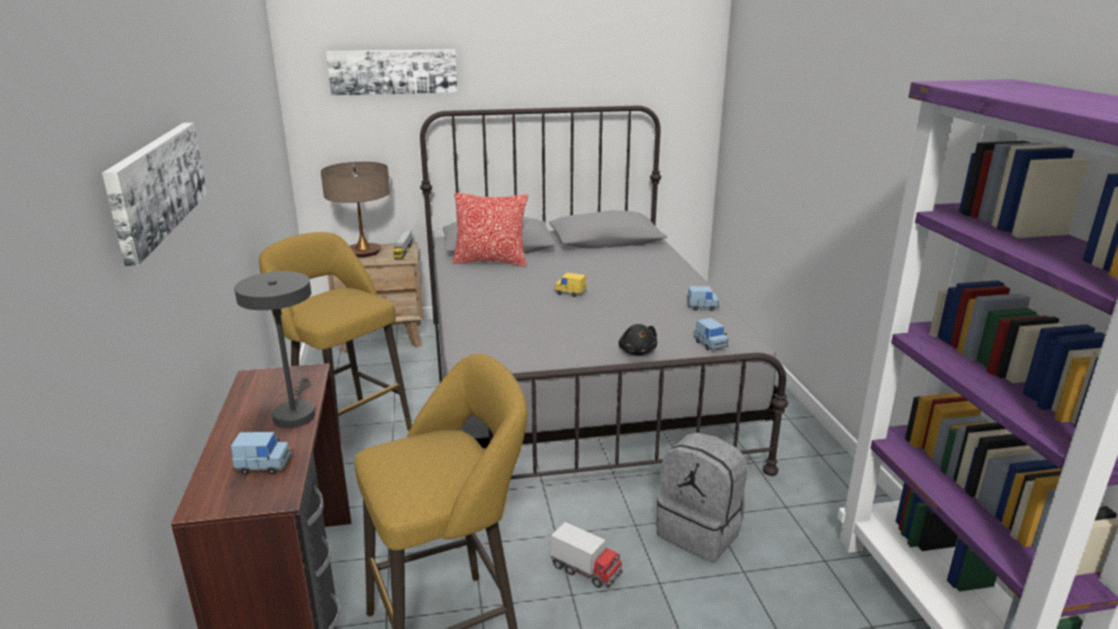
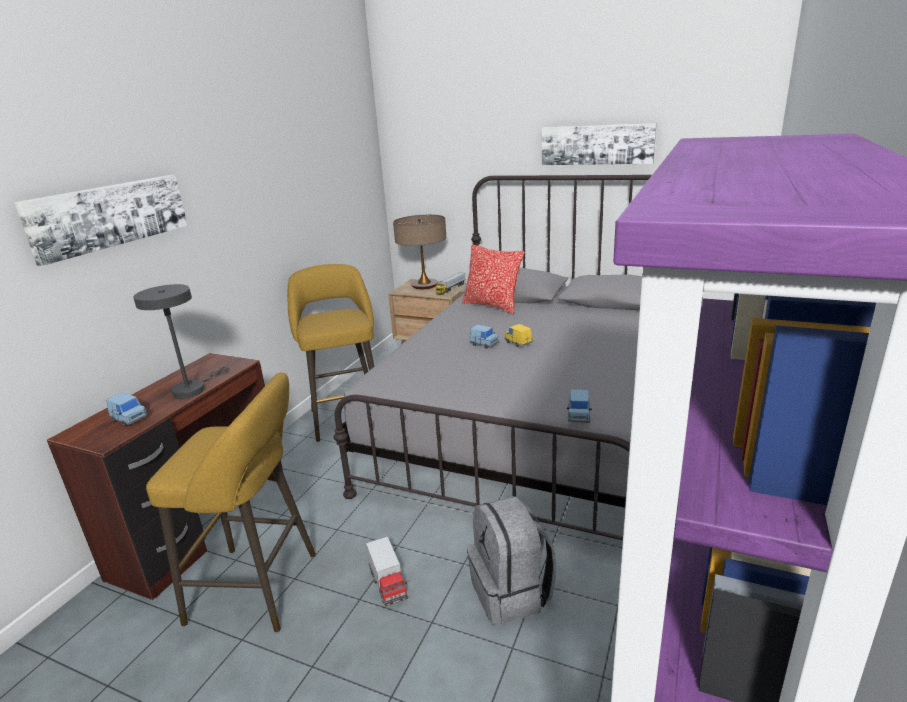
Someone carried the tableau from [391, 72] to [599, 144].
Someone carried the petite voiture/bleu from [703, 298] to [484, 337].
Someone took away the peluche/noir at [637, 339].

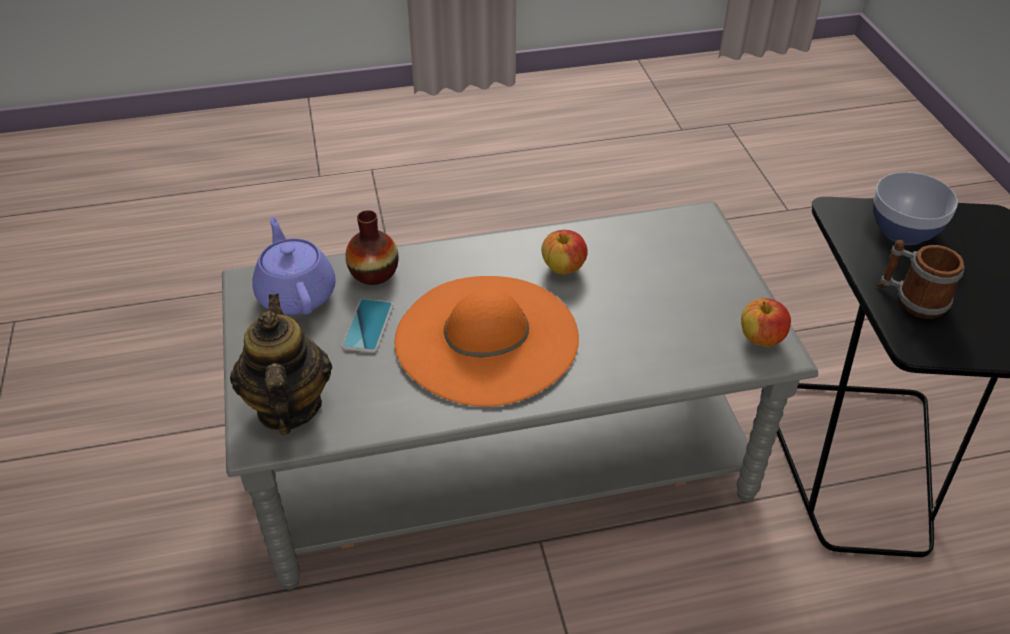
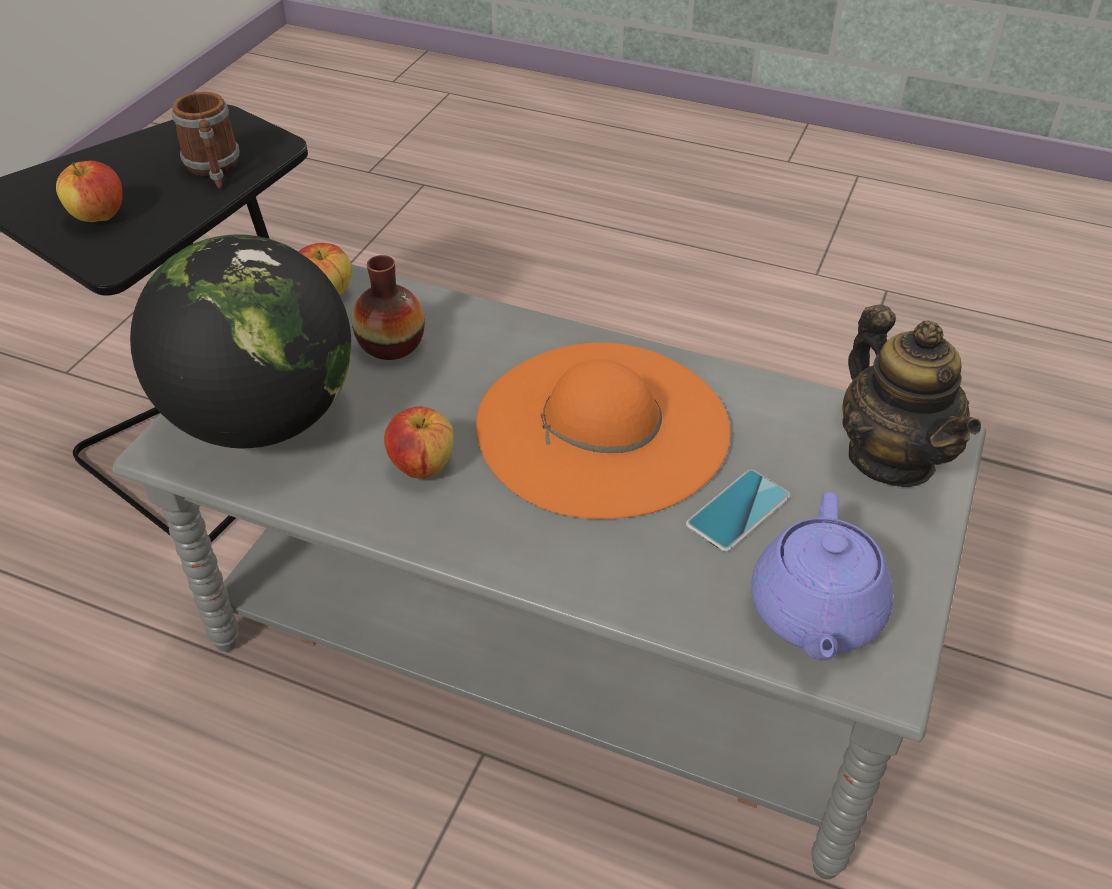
Someone swapped the bol at [915, 208] for the pomme at [89, 191].
Someone carried the vase from [372, 247] to [388, 307].
Someone rotated the théière at [281, 364] by 45 degrees counterclockwise.
Someone put down the globe at [241, 341].

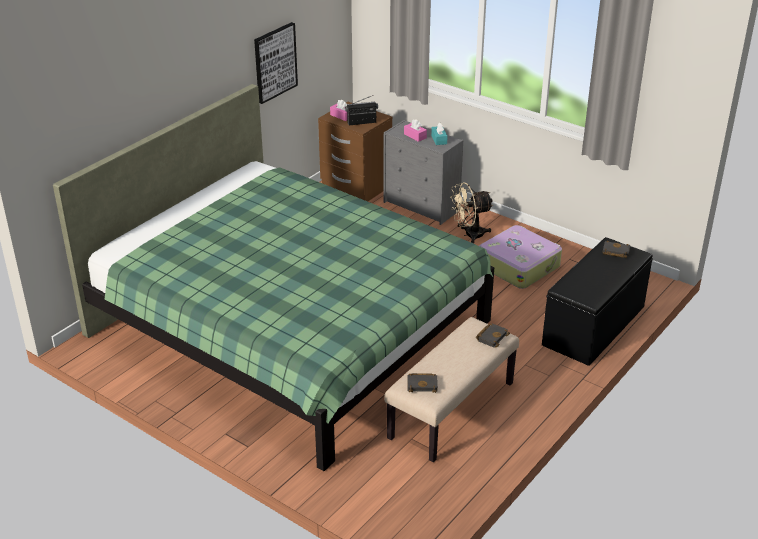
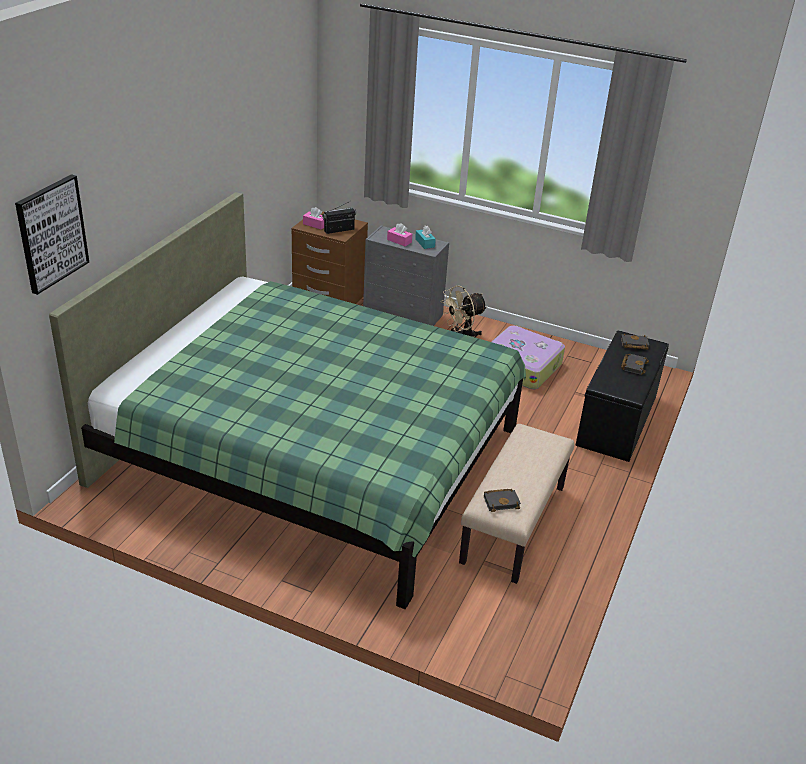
Someone carried the tableau from [276, 63] to [52, 234].
Someone carried the livre/noir from [493, 335] to [635, 364].

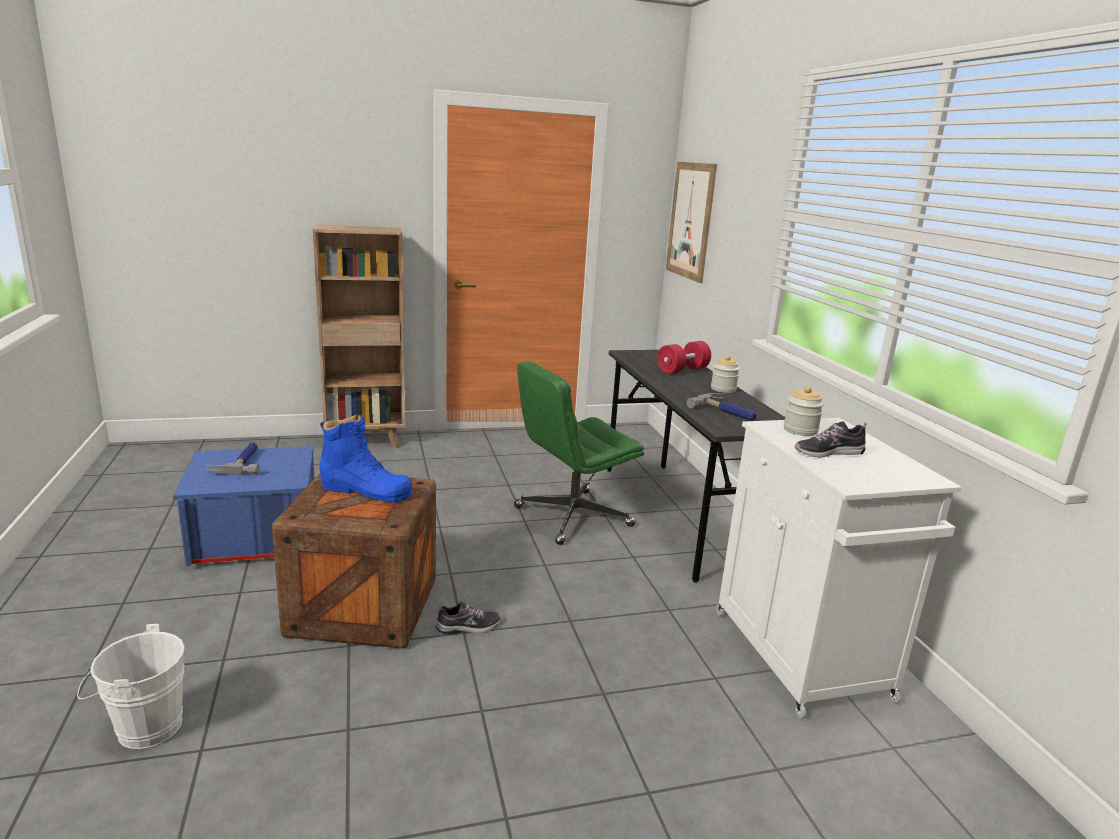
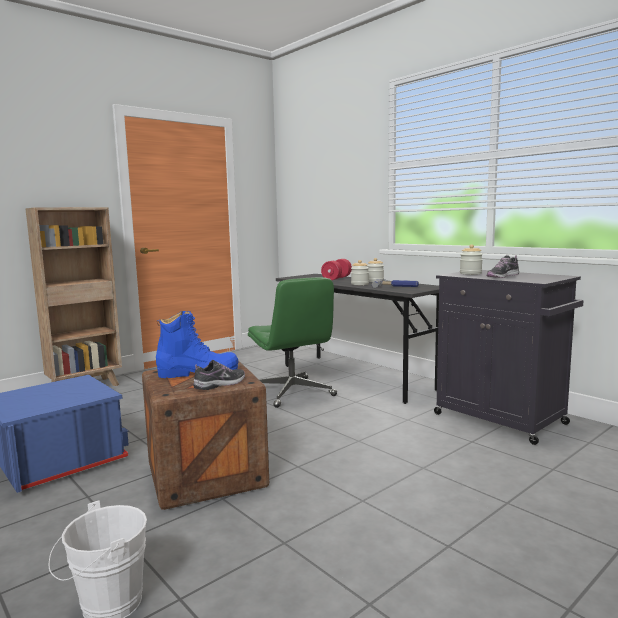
Someone took away the tableau at [691, 222].
Someone rotated the chaise de bureau/vert at [579, 453] by 60 degrees counterclockwise.
Someone repainted the meuble de rangement/blanc at [839, 568], which became the meuble de rangement/noir at [509, 357].
Someone took away the marteau at [232, 459].
Someone carried the chaussure from [468, 618] to [219, 375].
Someone put down the bocal at [360, 272].

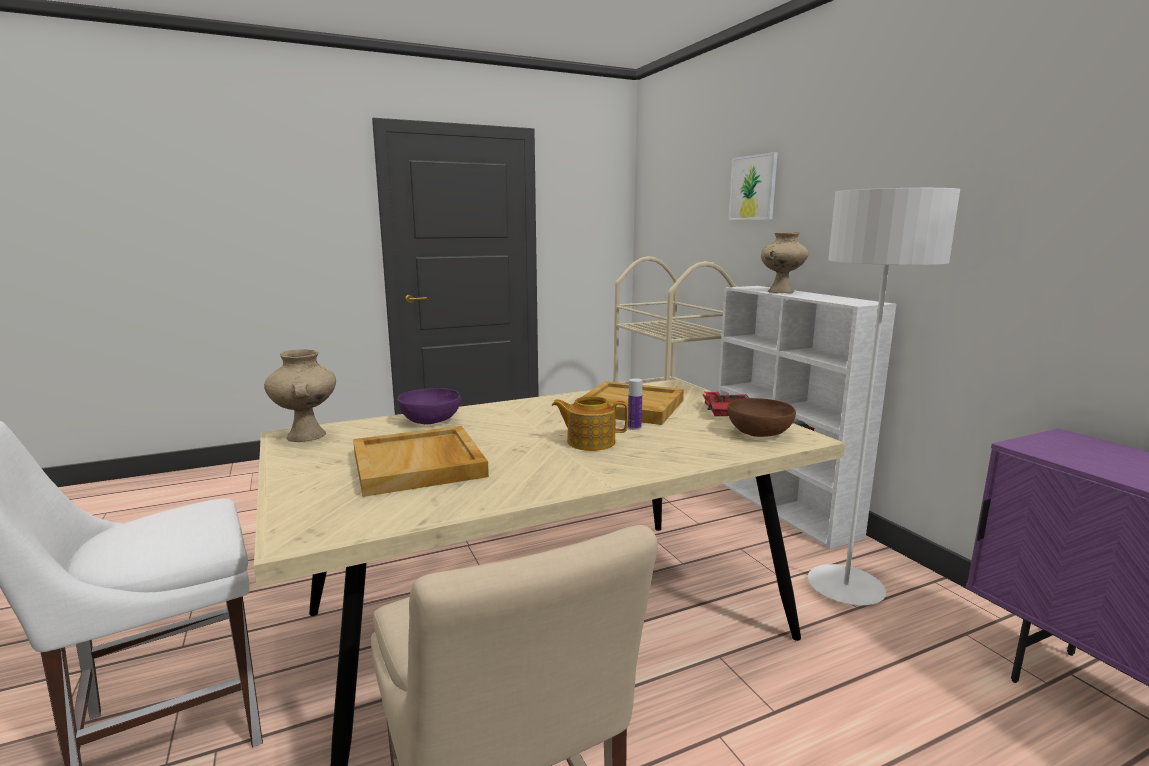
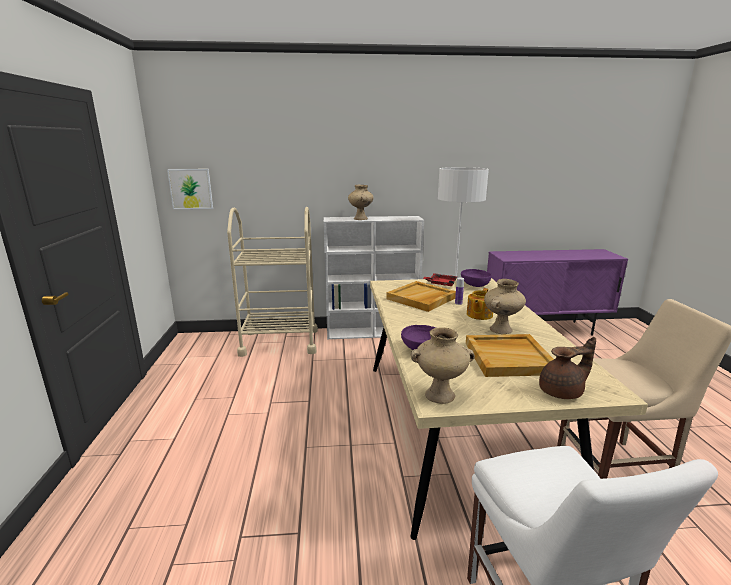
Someone carried the tableau from [753, 186] to [190, 189].
Someone repainted the bol/marron at [761, 417], which became the bol/violet at [476, 278].
Someone put down the vase/beige at [505, 306].
Someone put down the théière/marron at [567, 368].

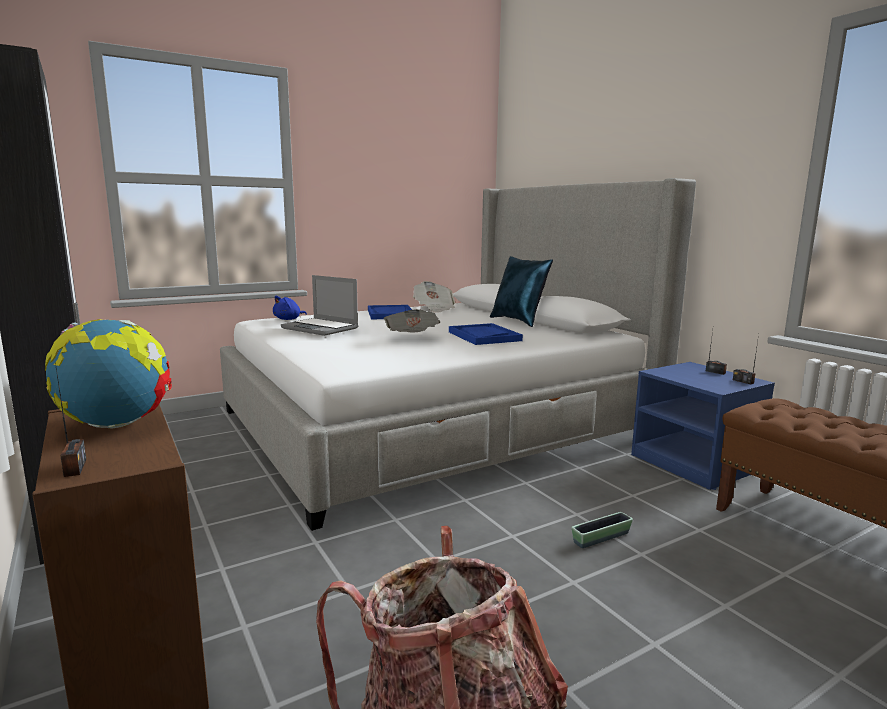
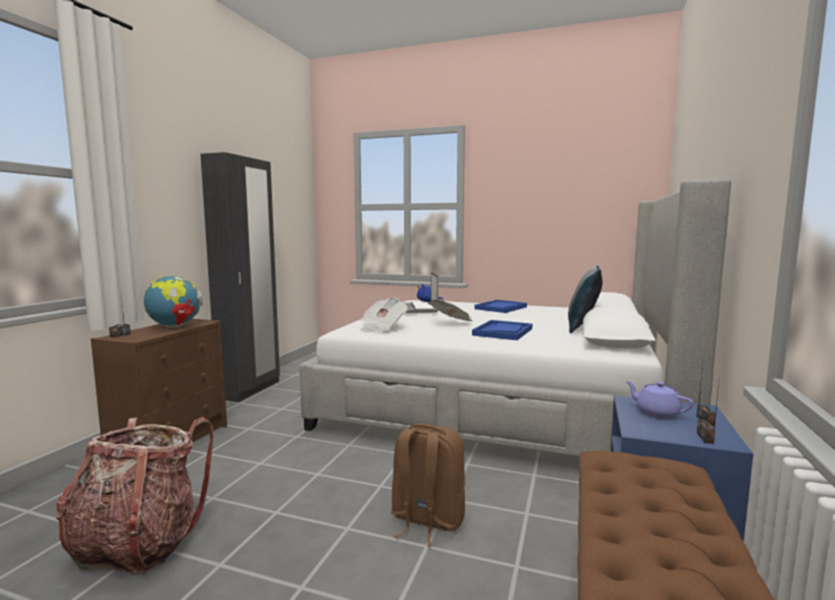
Someone carried the journal from [434, 297] to [384, 315].
Someone swapped the cache-pot at [602, 530] for the sac à dos/marron at [428, 485].
Someone put down the théière/violet at [659, 399].

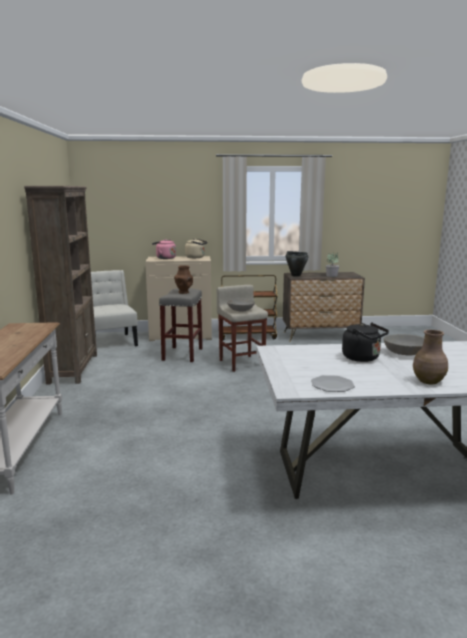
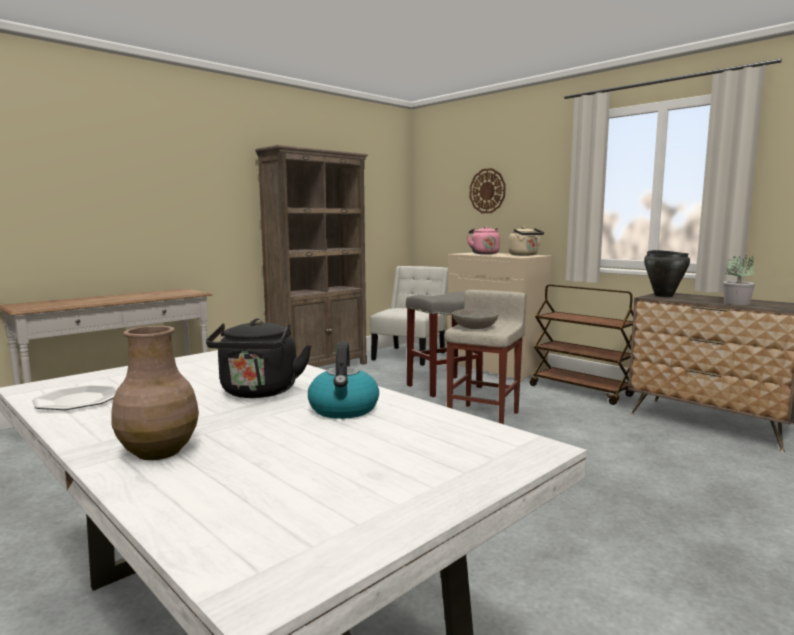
Someone took away the vase/marron at [183, 279].
Someone swapped the bol/gris at [404, 345] for the bouilloire at [343, 380].
Someone put up the horloge murale at [488, 190].

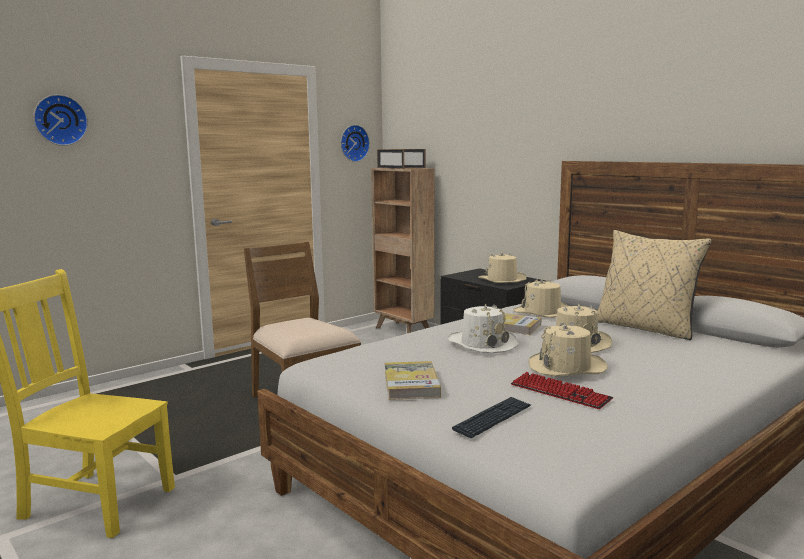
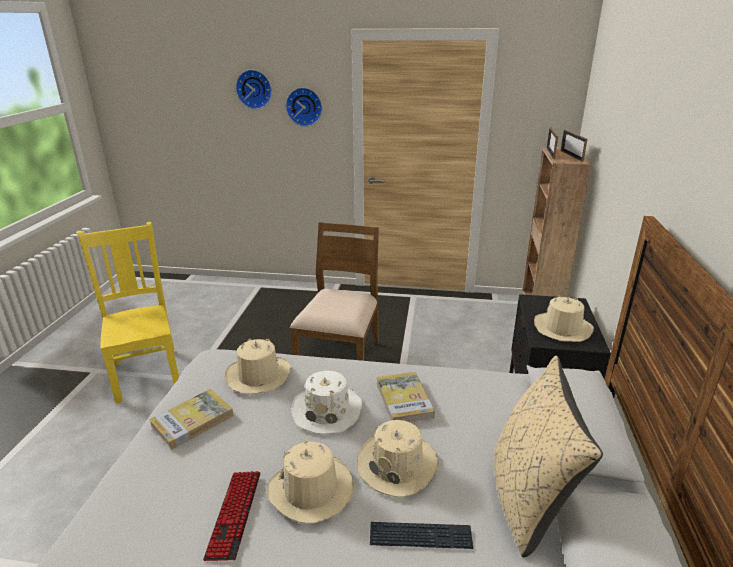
Someone carried the horloge murale from [355, 143] to [304, 107].
Someone carried the chapeau/beige from [540, 298] to [258, 366].
Someone carried the clavier from [491, 417] to [421, 535].

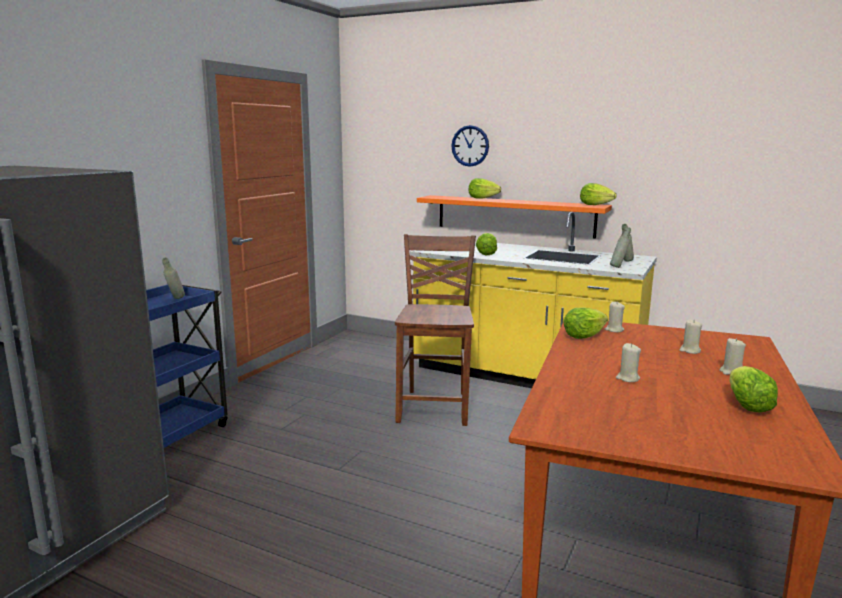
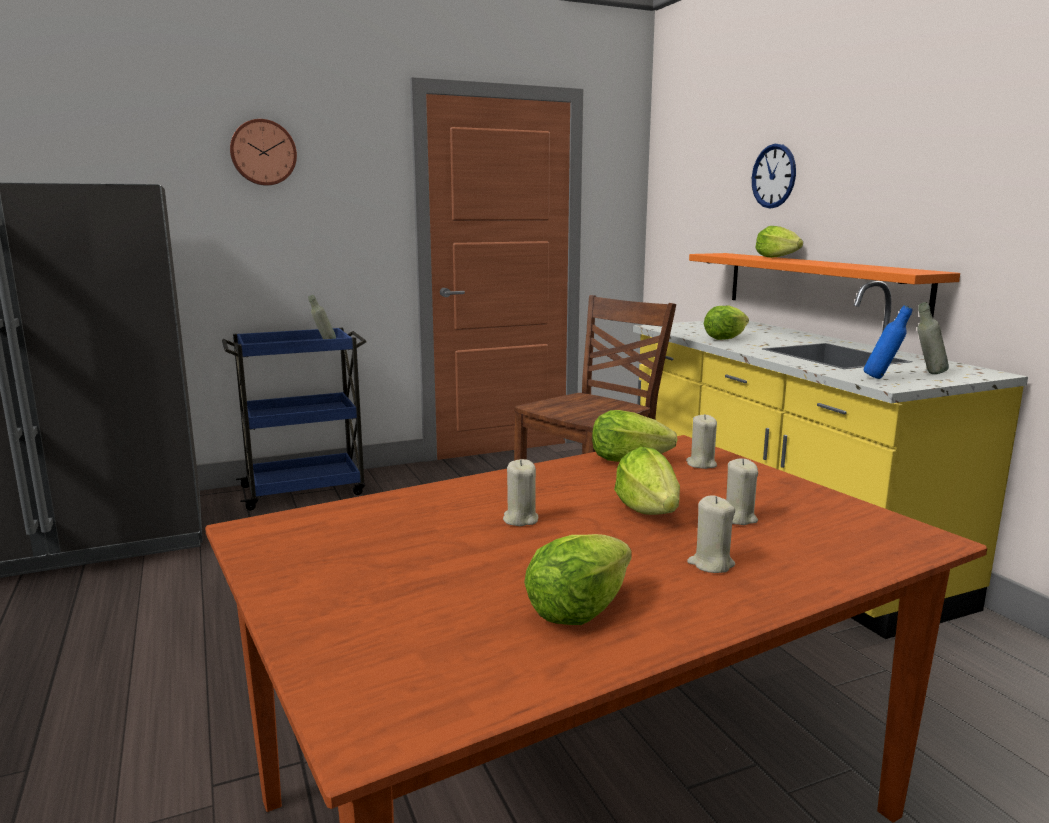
Someone carried the laitue from [598, 194] to [647, 481].
Someone repainted the bouteille/gris at [620, 247], which became the bouteille/bleu at [888, 342].
Someone put up the horloge murale at [263, 152].

